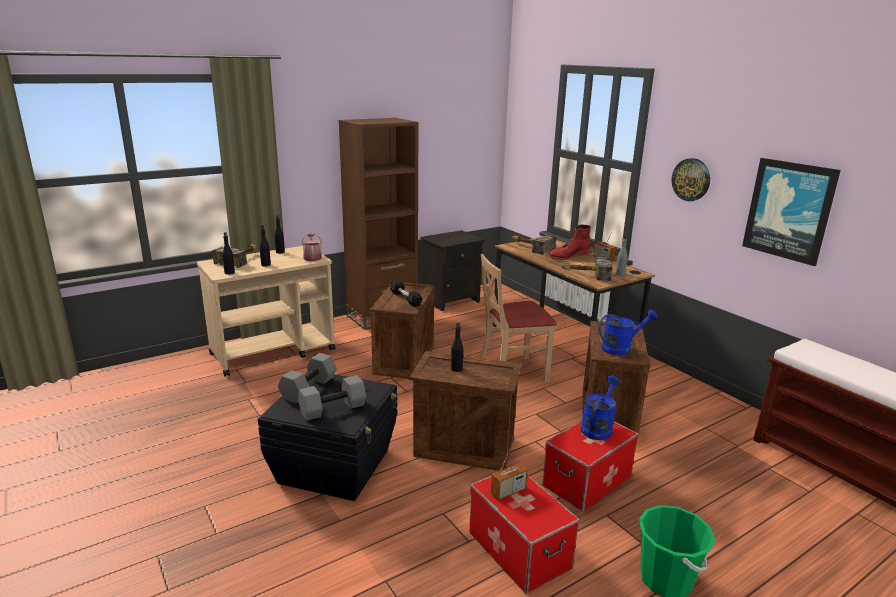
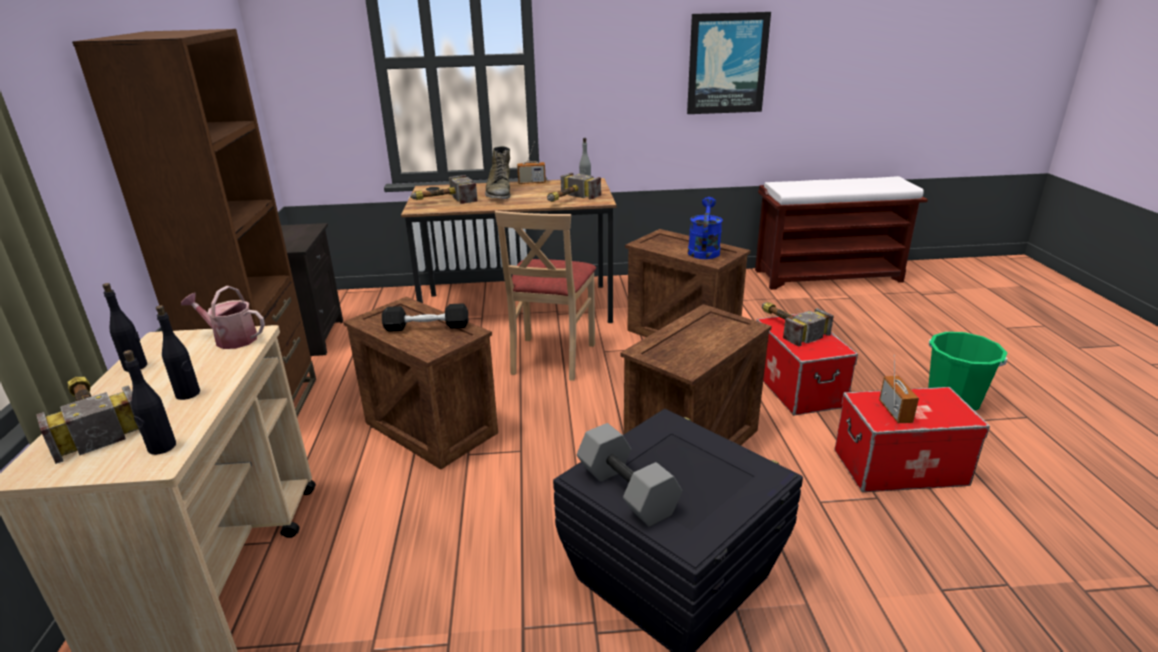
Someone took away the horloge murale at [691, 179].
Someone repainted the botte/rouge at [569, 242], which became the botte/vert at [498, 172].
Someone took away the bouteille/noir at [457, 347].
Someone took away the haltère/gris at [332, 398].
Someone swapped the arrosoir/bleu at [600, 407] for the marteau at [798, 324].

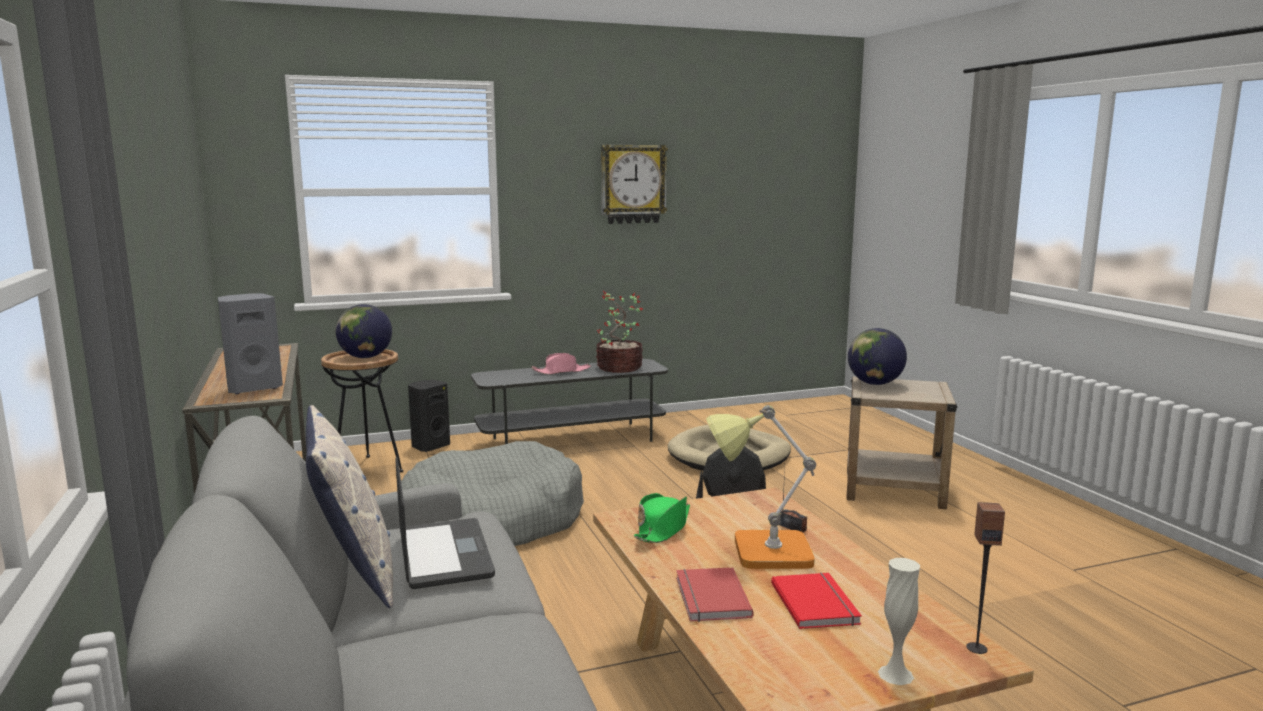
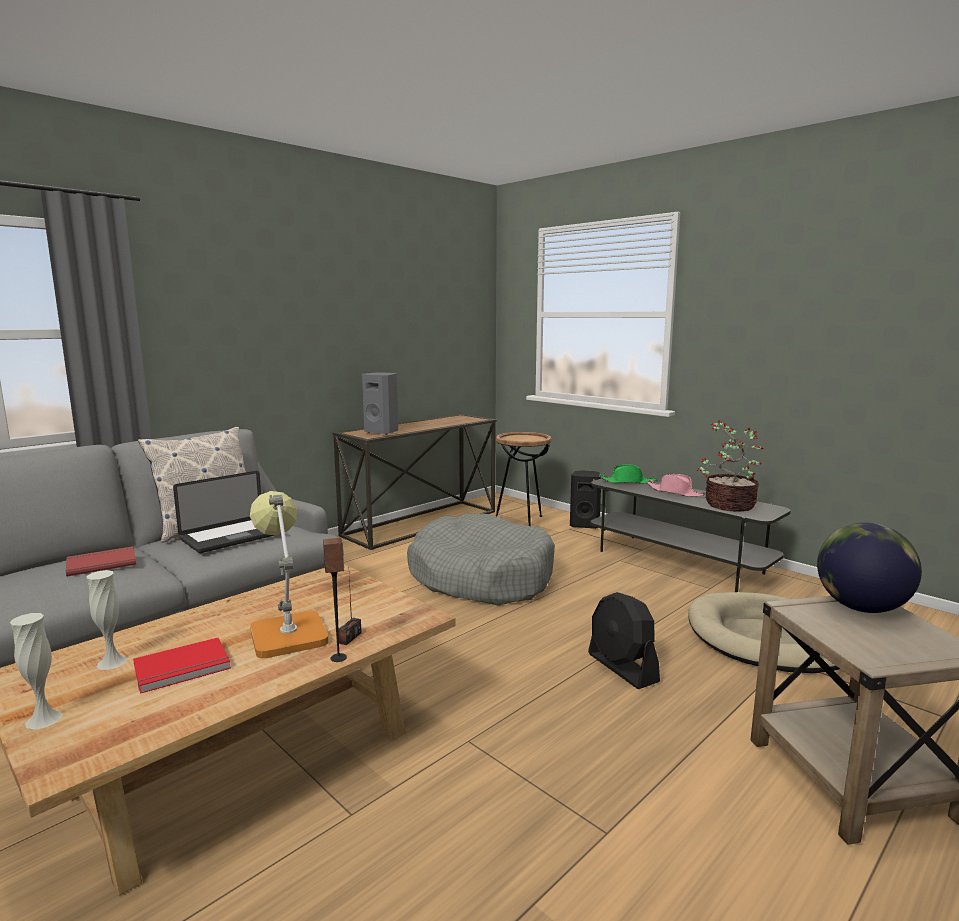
Someone took away the horloge murale at [634, 184].
Someone took away the globe at [364, 331].
Someone carried the chapeau/vert from [662, 518] to [627, 474].
Someone carried the enceinte from [985, 578] to [335, 600].
Someone carried the livre/rouge from [715, 594] to [101, 561].
Someone put down the vase/blanc at [107, 620].

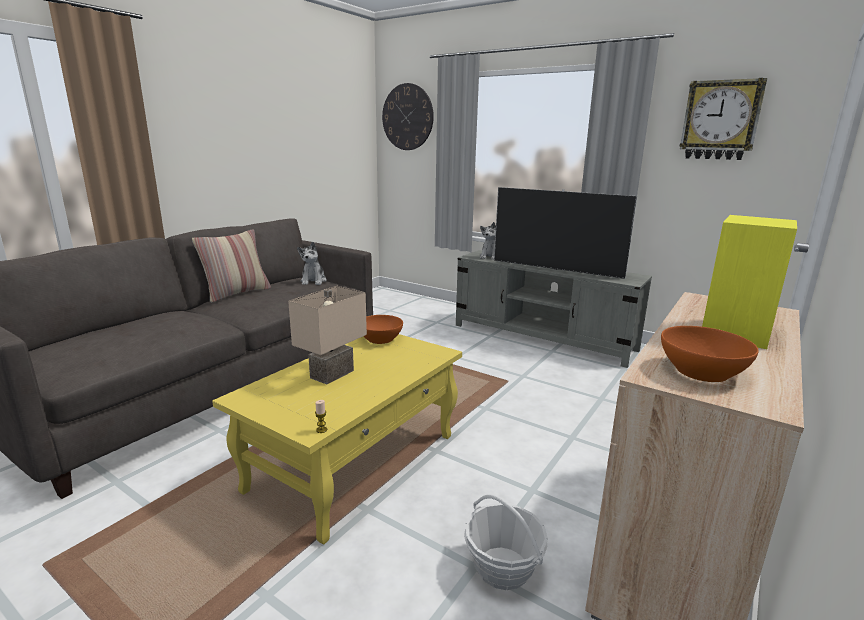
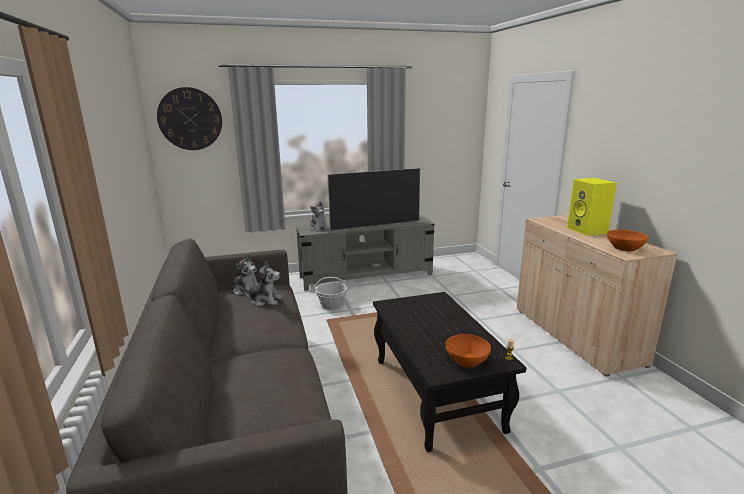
Someone took away the horloge murale at [723, 119].
Someone took away the coussin at [231, 266].
Someone took away the lampe de table/beige at [327, 335].
Someone carried the bol/orange from [383, 329] to [468, 350].
Someone repainted the table basse/jaune at [337, 439], which became the table basse/noir at [450, 372].
Someone carried the panier from [506, 542] to [331, 293].
Someone put down the peluche at [262, 283].

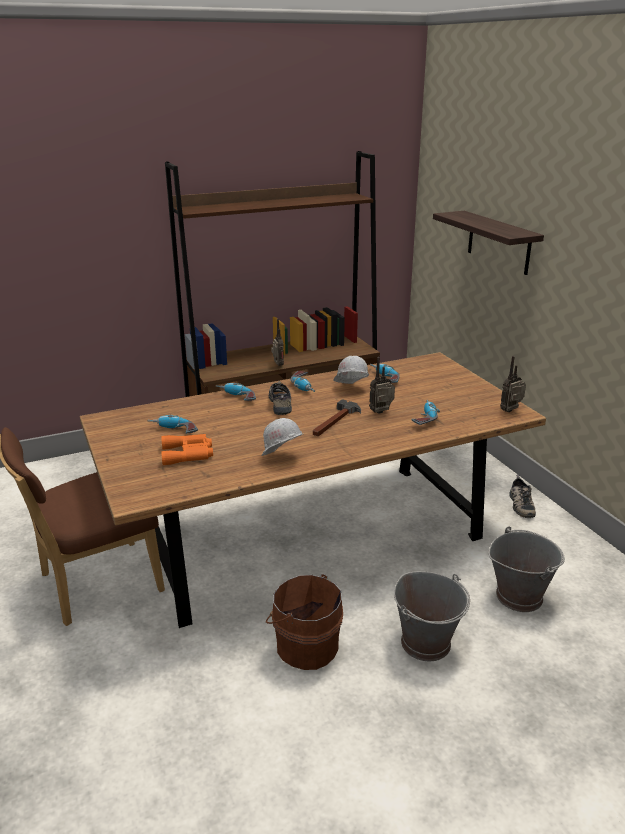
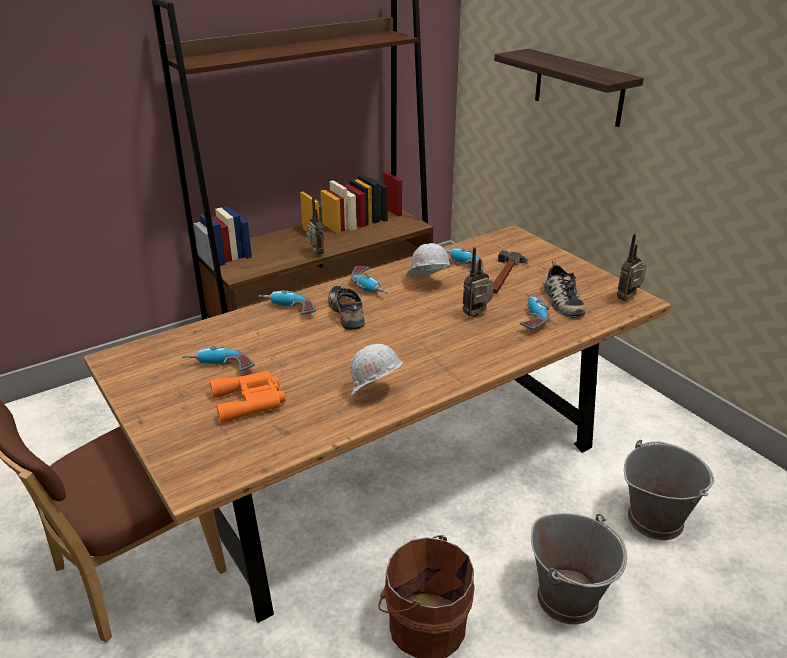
Someone carried the marteau from [337, 417] to [511, 272].
Someone carried the chaussure from [522, 496] to [565, 289].

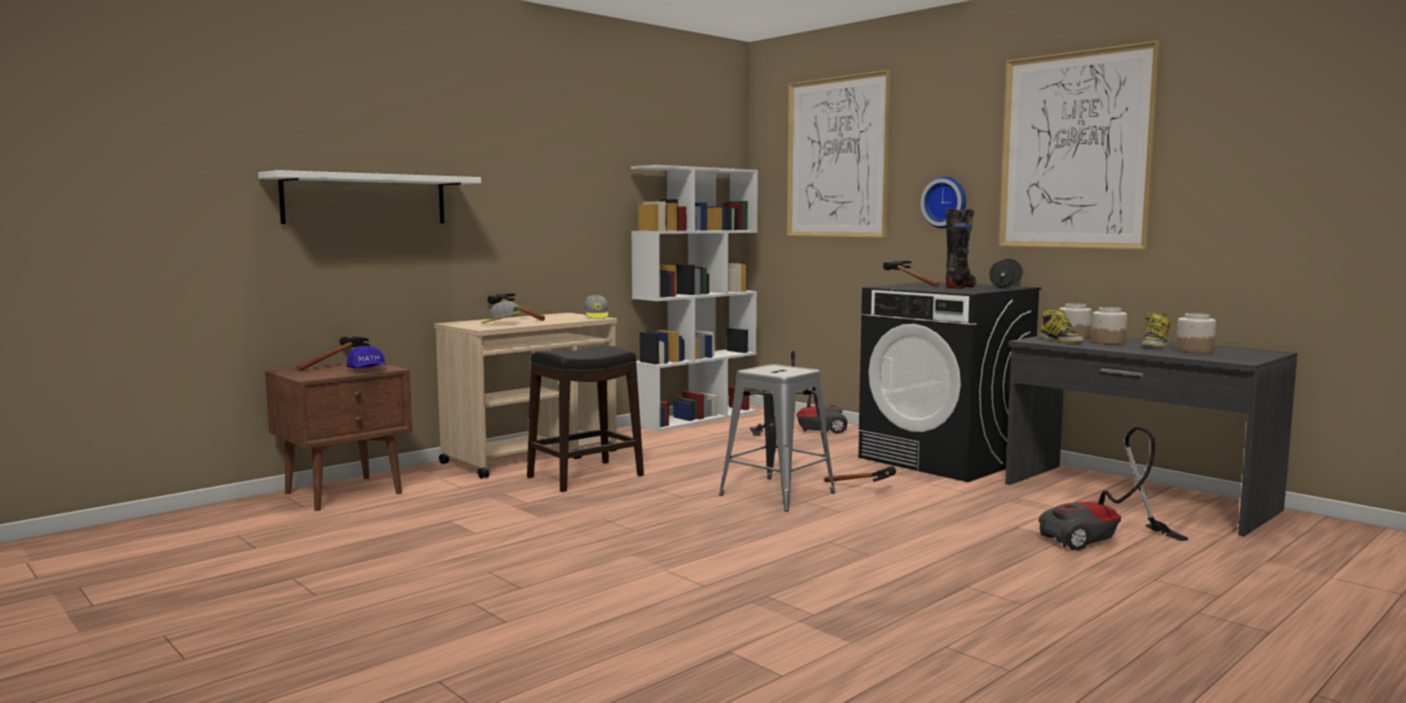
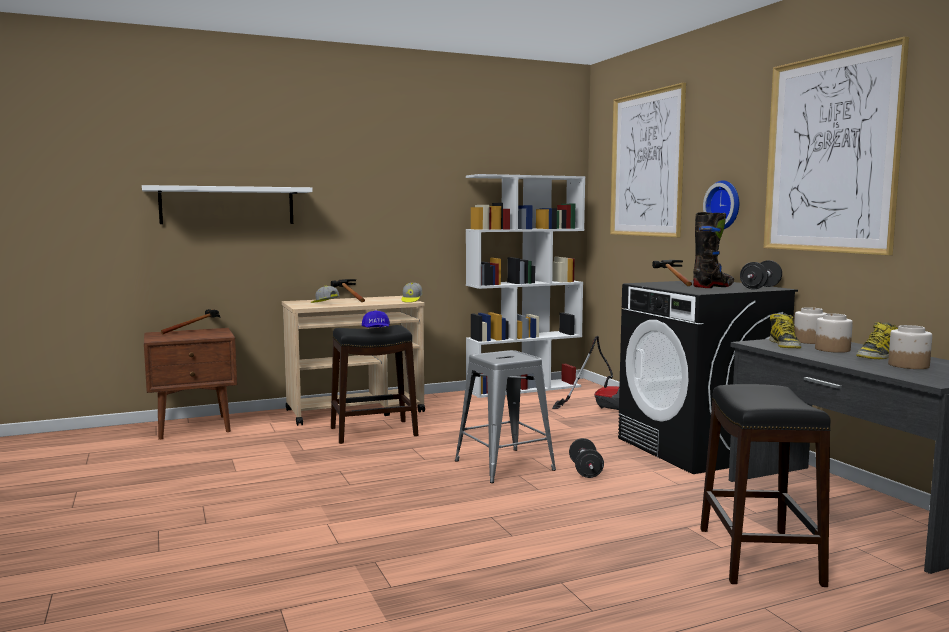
Someone carried the casquette/bleu from [366, 357] to [376, 319].
Someone swapped the aspirateur at [1113, 488] for the tabouret/noir at [765, 485].
Someone swapped the marteau at [860, 474] for the haltère/noir at [586, 458].

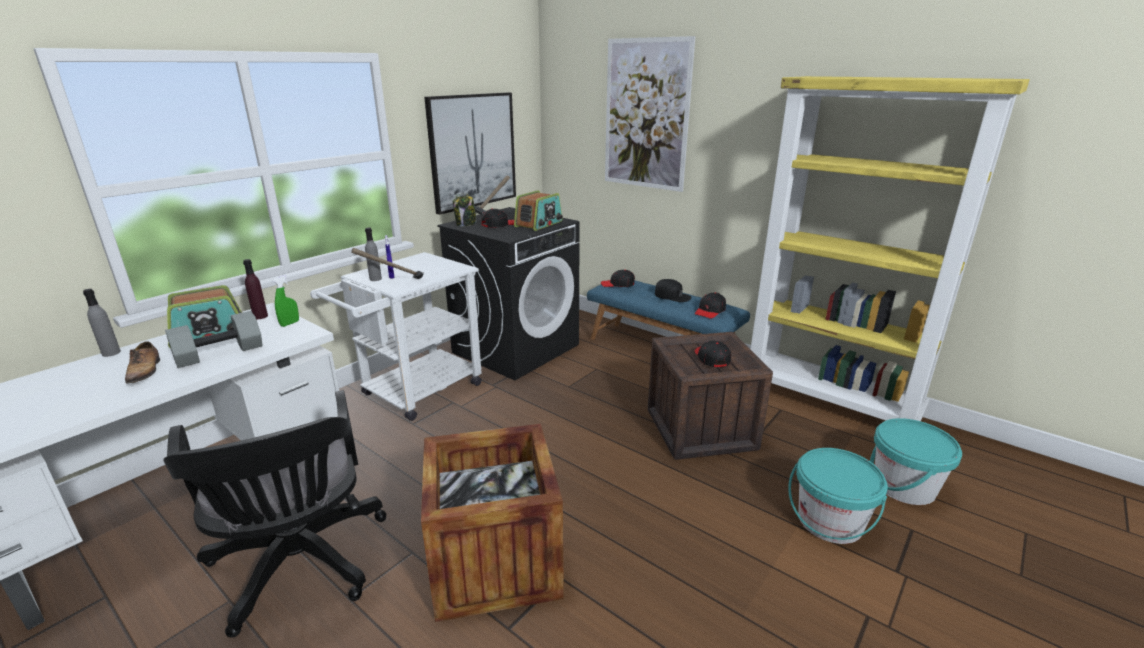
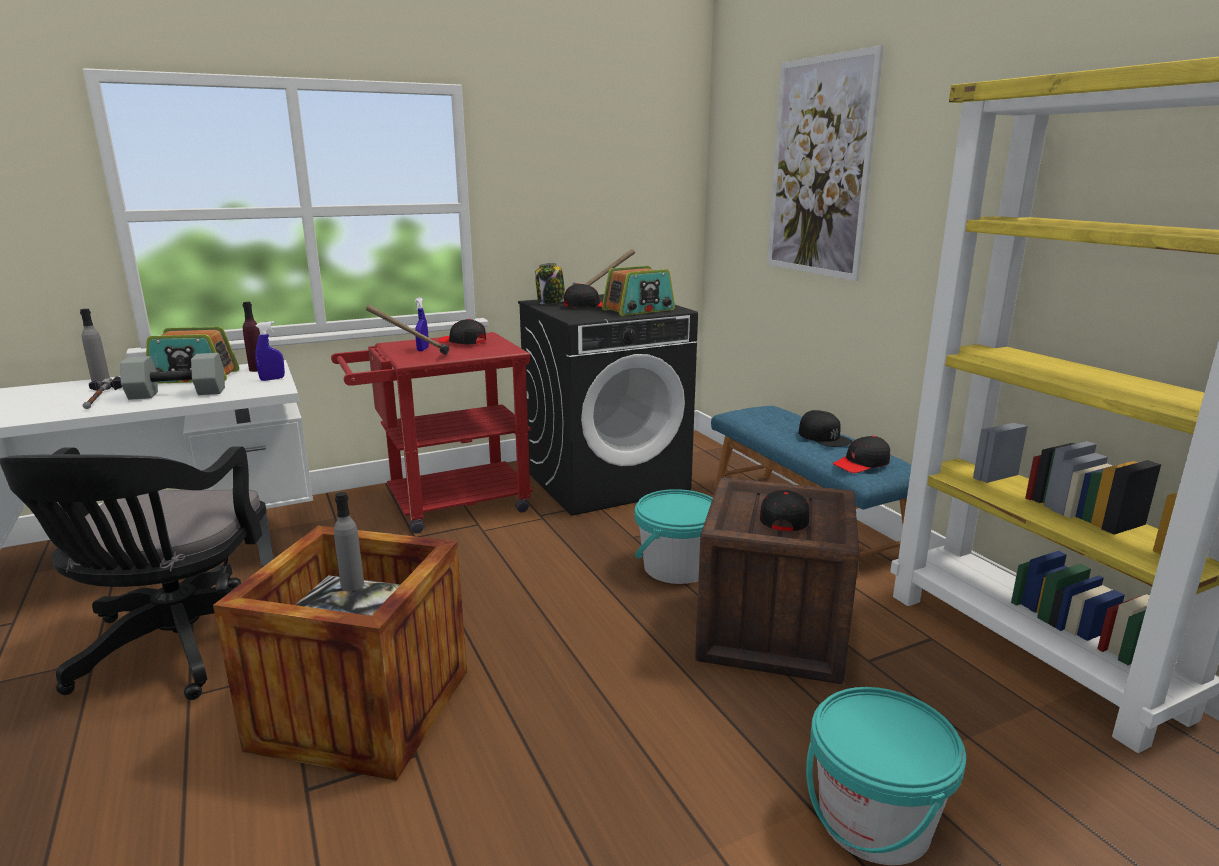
Someone took away the tableau at [470, 154].
Someone carried the bouteille/gris from [373, 254] to [349, 541].
Someone repainted the chariot/blanc at [396, 336], which became the chariot/rouge at [432, 433].
Someone carried the casquette/noir from [618, 278] to [462, 331].
Someone repainted the vaporisateur/vert at [286, 301], which became the vaporisateur/bleu at [270, 351].
Someone swapped the chaussure at [142, 362] for the marteau at [102, 392].
Someone carried the seau/turquoise from [916, 461] to [673, 536].

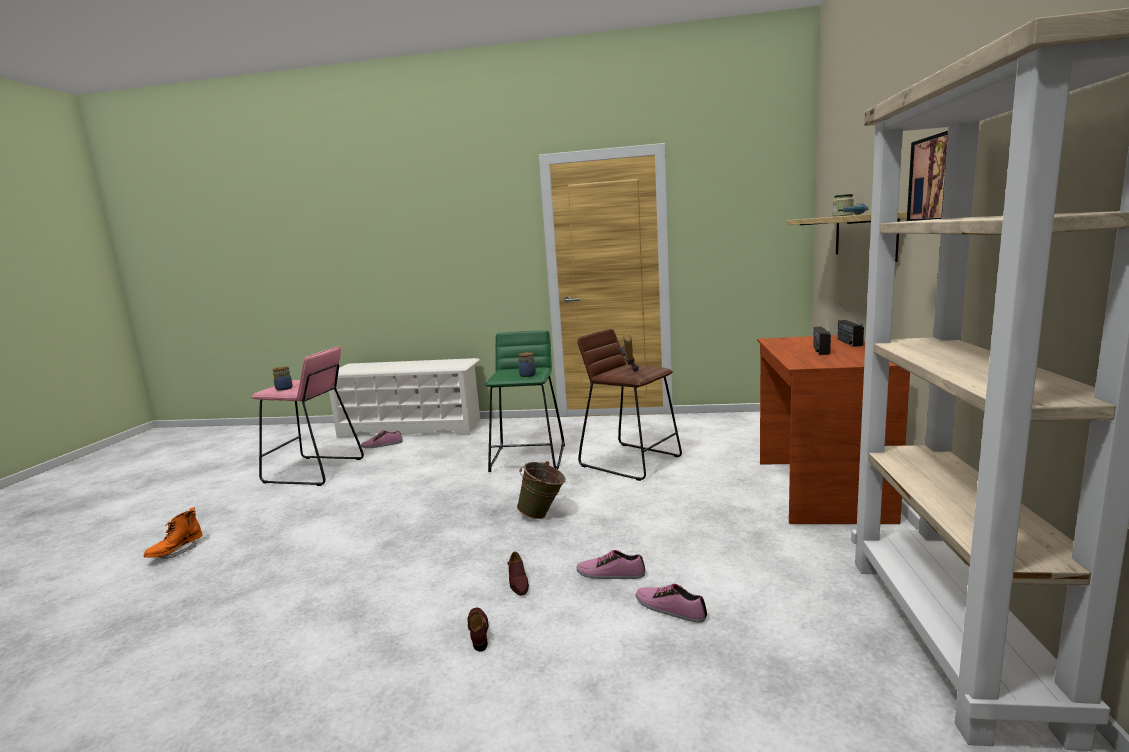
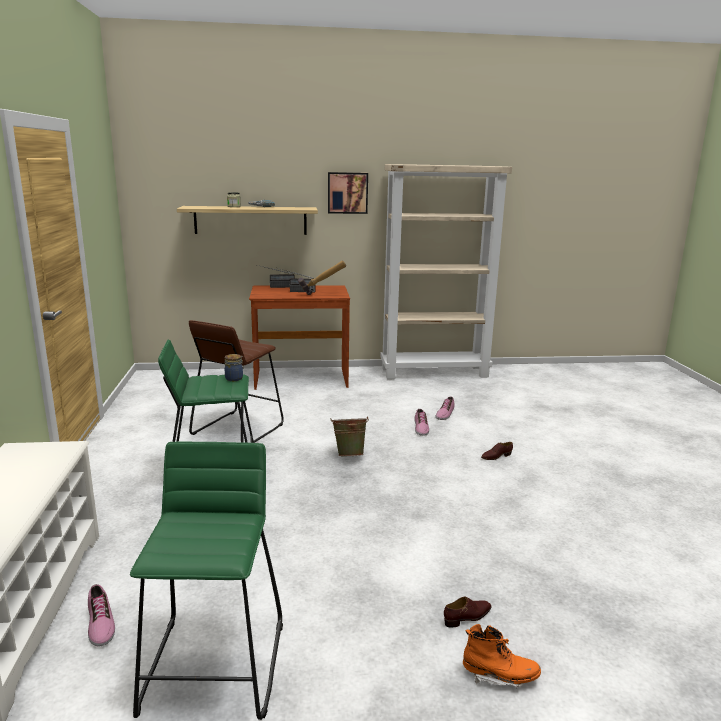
Someone carried the marteau from [629, 352] to [322, 278].
Someone repainted the tabouret/rose at [307, 416], which became the tabouret/vert at [206, 581].
Someone took away the bocal at [282, 378].
Someone carried the chaussure/marron from [518, 574] to [468, 612].

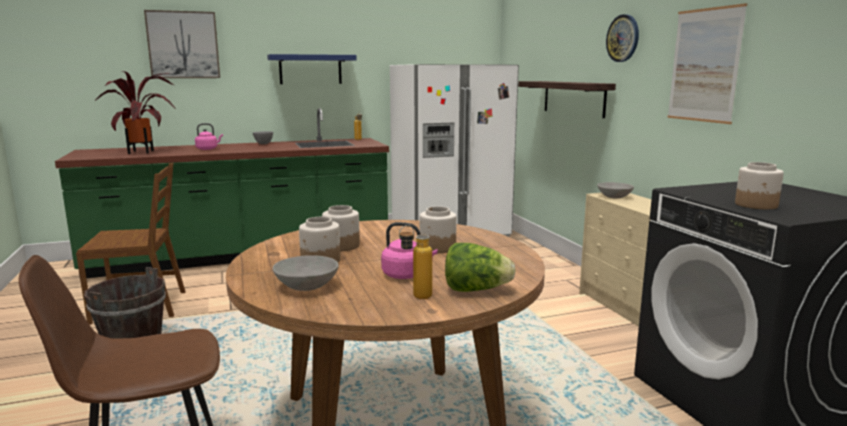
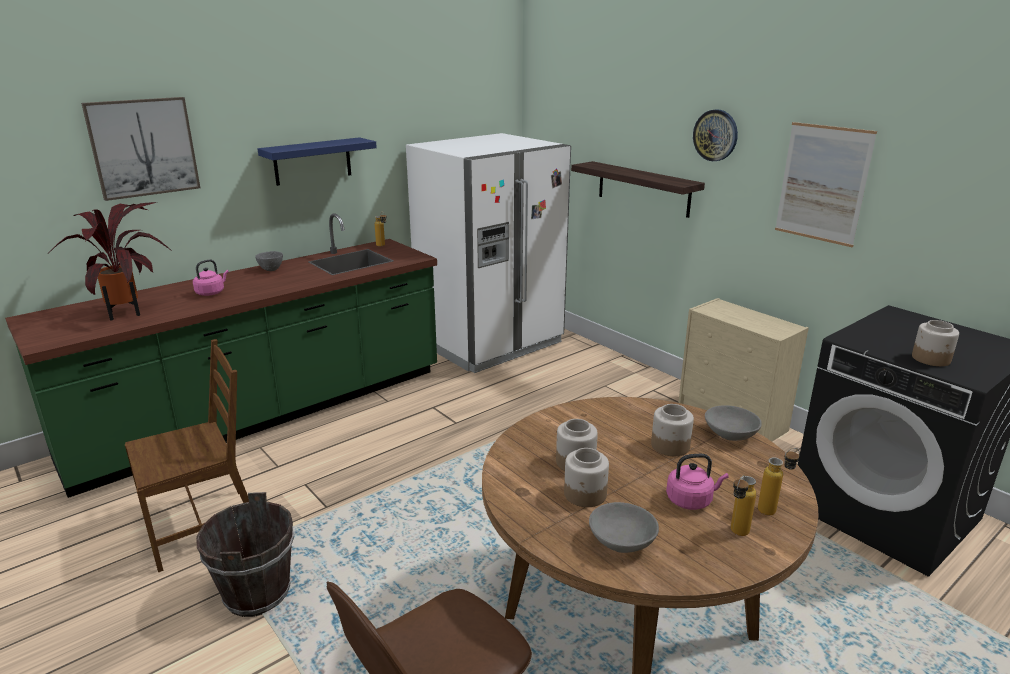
Someone carried the bol/gris from [615, 190] to [733, 423].
Someone swapped the laitue at [480, 267] for the bouteille at [779, 481].

